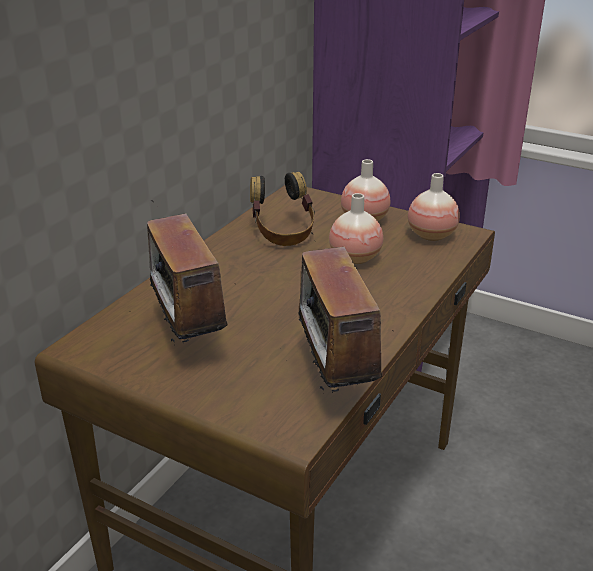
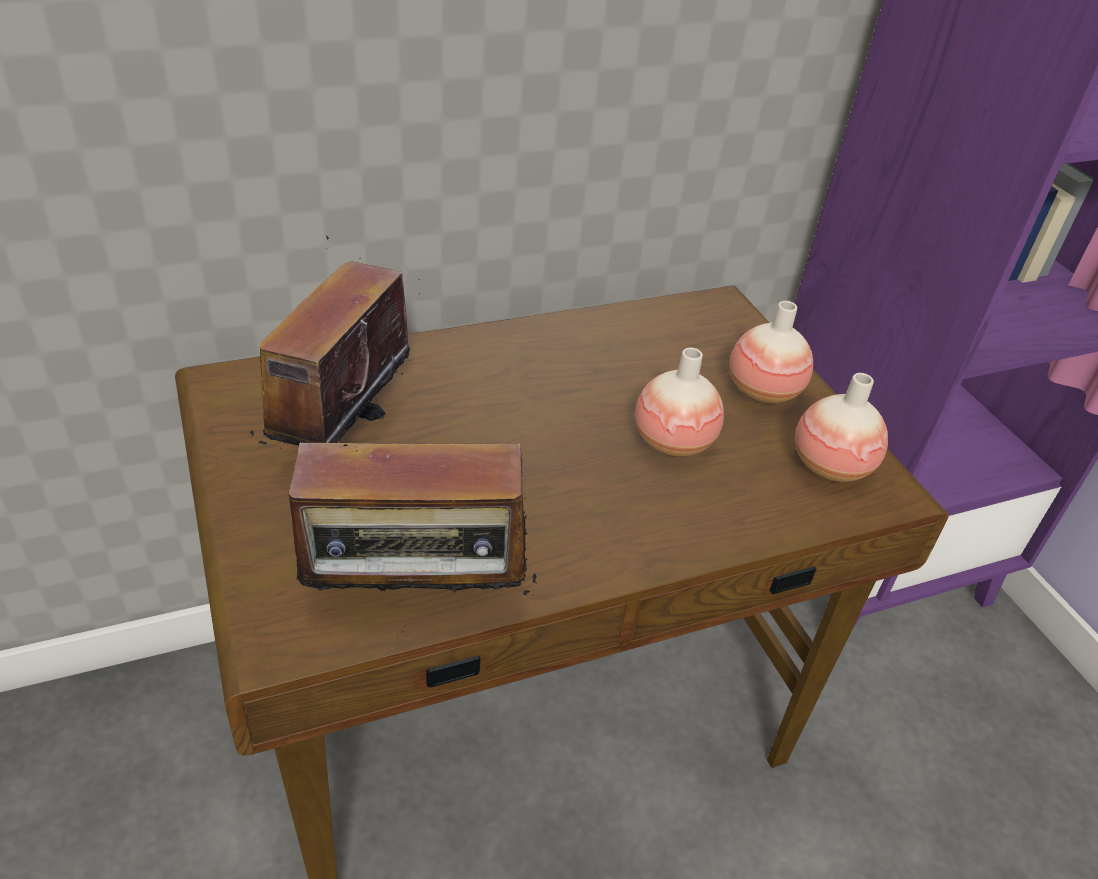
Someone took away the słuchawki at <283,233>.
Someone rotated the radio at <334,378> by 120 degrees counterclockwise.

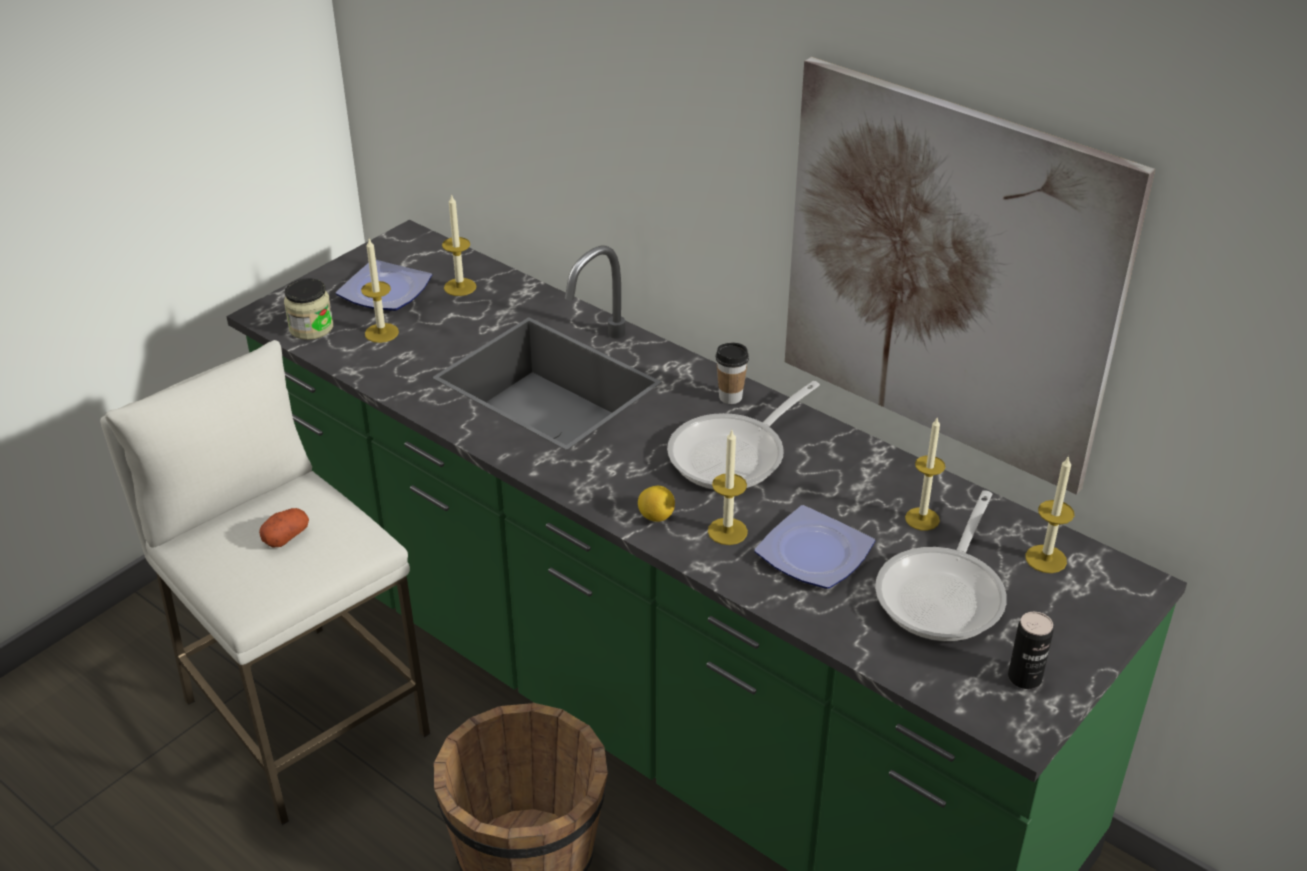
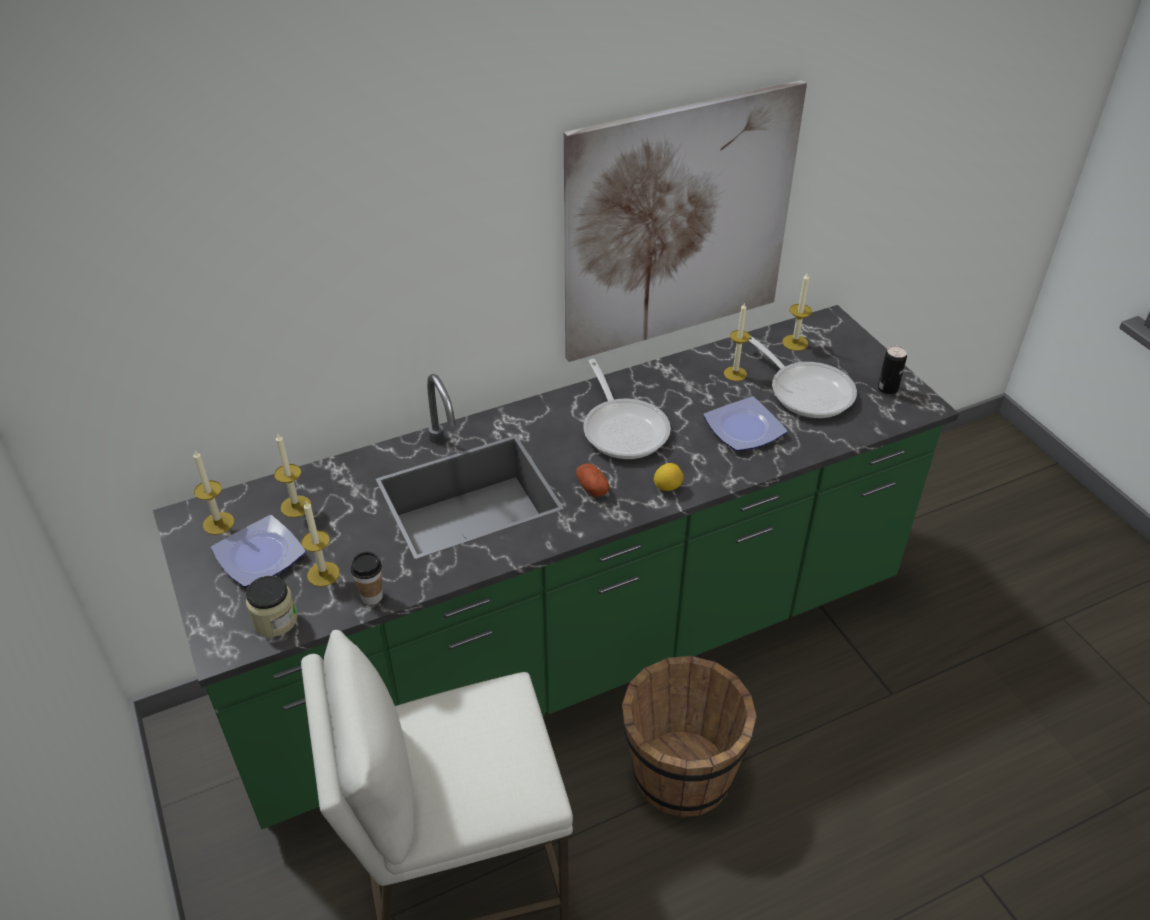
Someone carried the filiżanka from <730,397> to <372,596>.
Someone carried the świeca from <727,531> to <218,523>.
Someone carried the ziemniak from <286,537> to <592,487>.

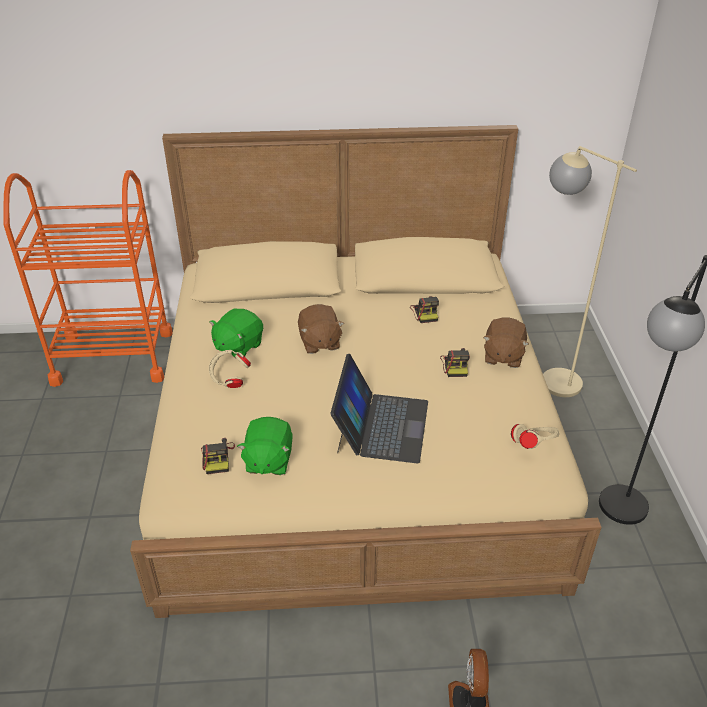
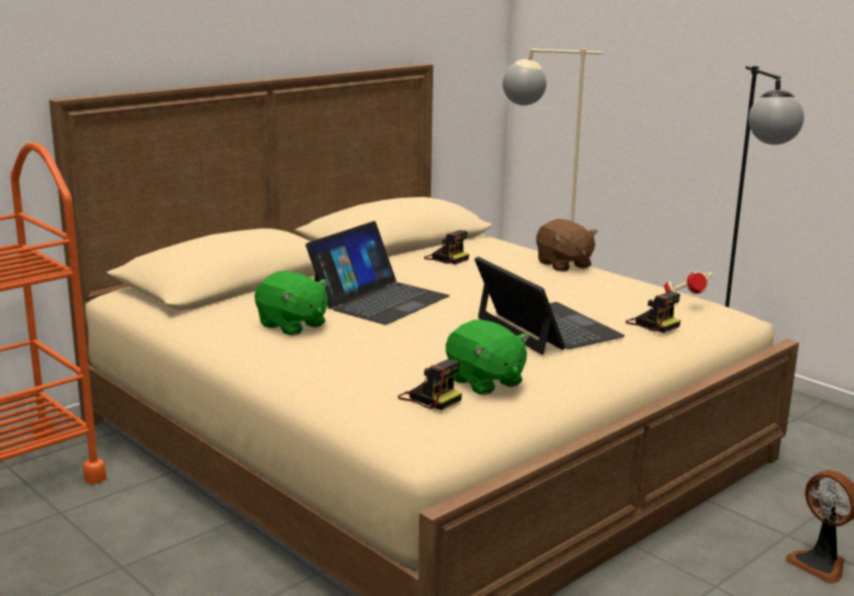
Someone swapped the pluszak [brązowy] at <319,342> for the laptop at <379,299>.
Someone rotated the pluszak [zielony] at <238,346> by 45 degrees counterclockwise.
Someone carried the aparat fotograficzny from <455,365> to <652,323>.
Someone took away the słuchawki [beżowy] at <229,379>.

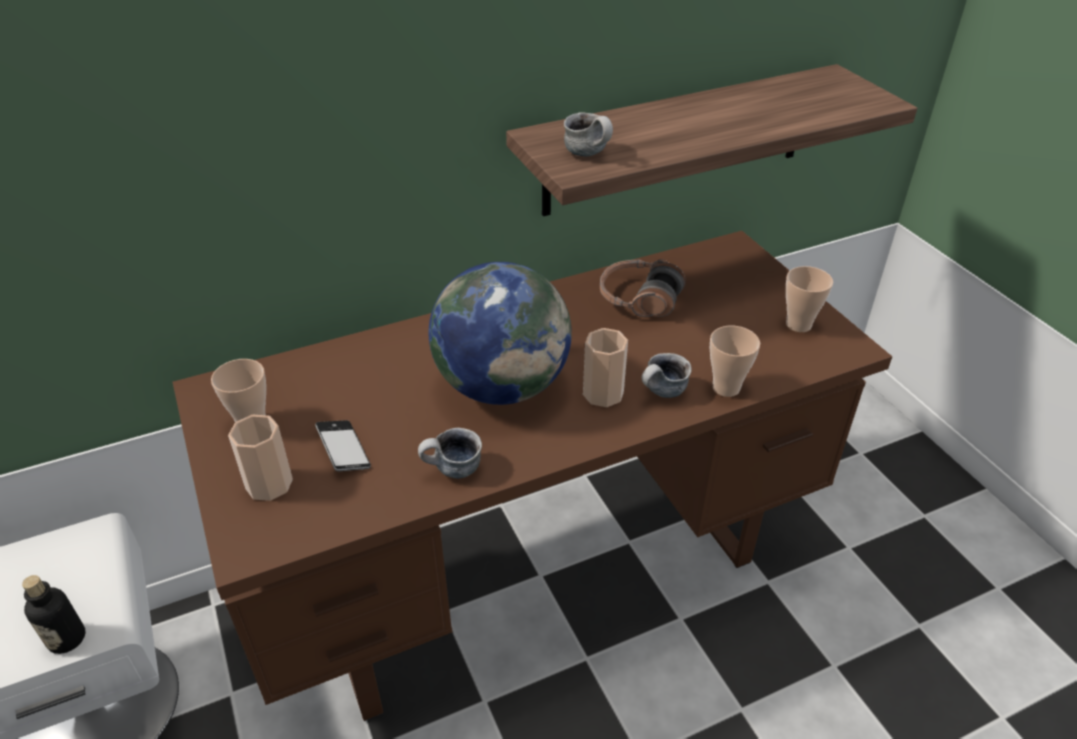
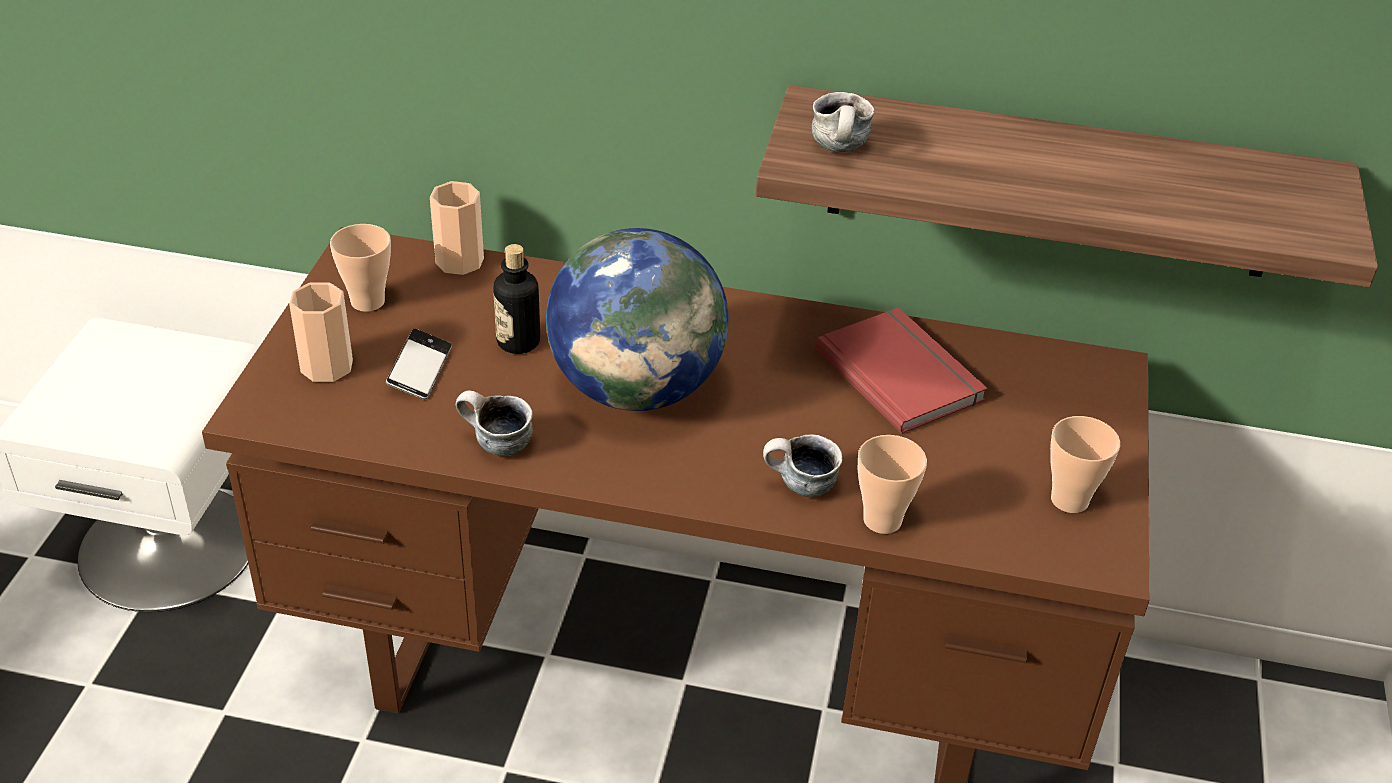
Someone swapped the słuchawki at <639,299> for the książka [czerwony] at <902,372>.
Someone carried the filiżanka from <603,393> to <459,261>.
Someone carried the butelka from <67,638> to <518,341>.

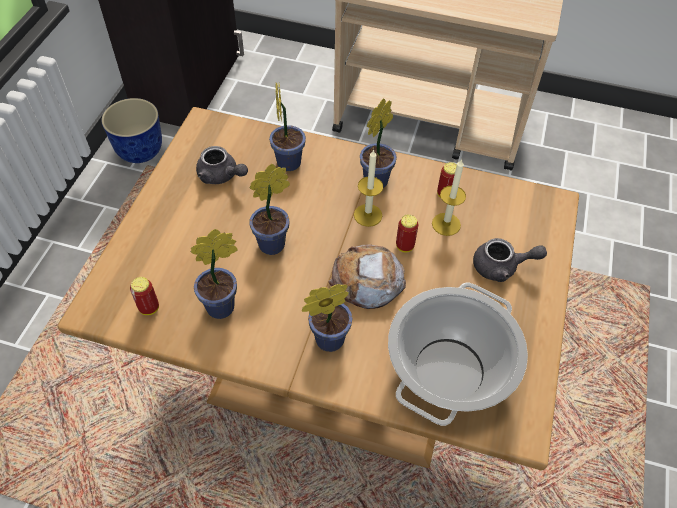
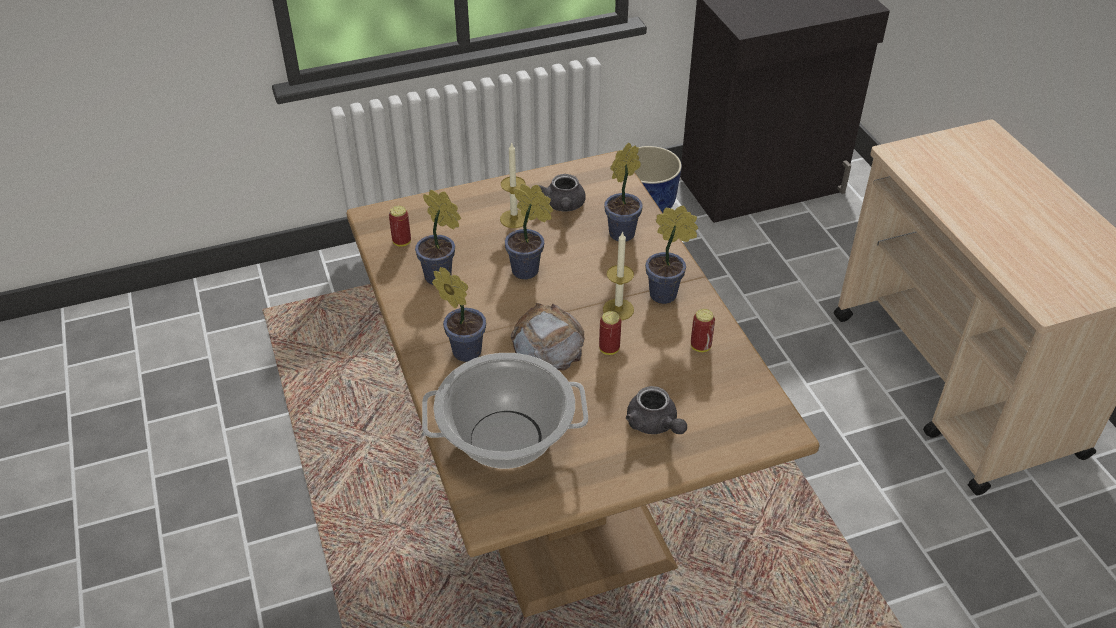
Someone carried the świeca from <446,224> to <514,219>.

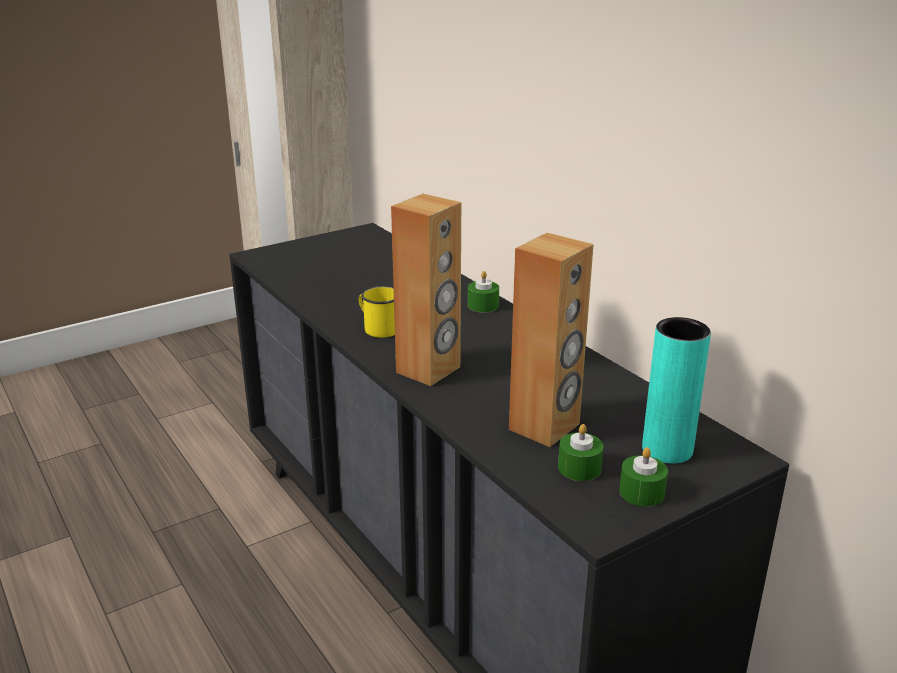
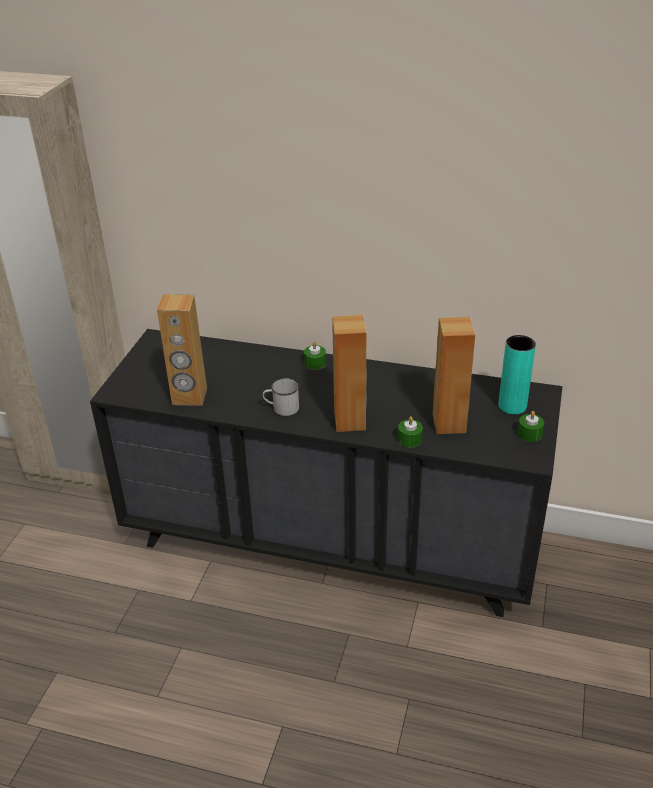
Someone repainted the kubek [żółty] at <378,328>, which became the kubek [biały] at <281,408>.
Someone carried the świeca [zielony] from <579,468> to <409,439>.
Someone put down the głośnik [brązowy] at <189,397>.

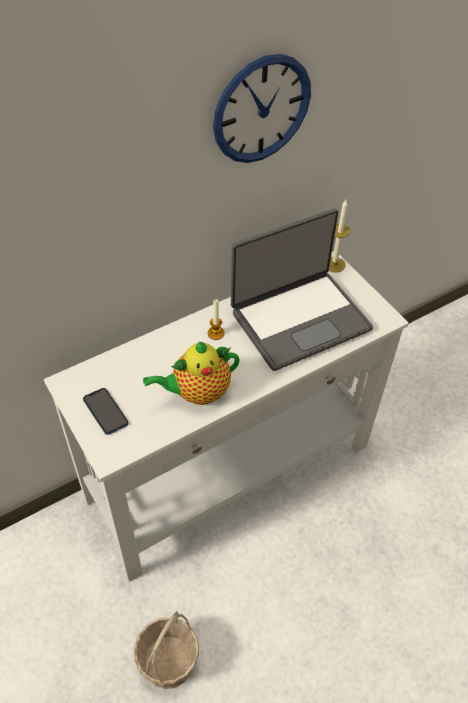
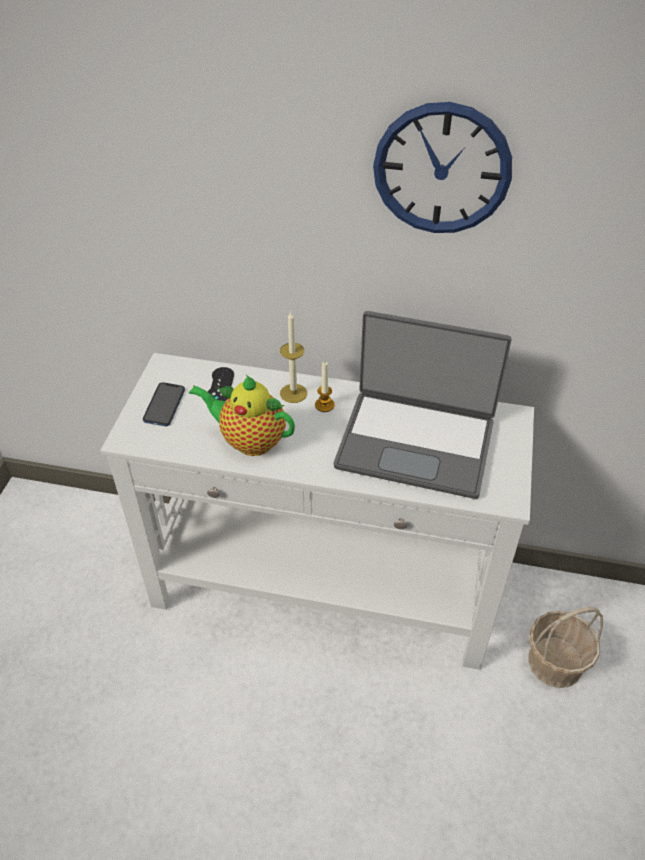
Someone carried the świeca from <334,264> to <293,393>.
Someone carried the koszyk from <168,662> to <554,662>.
Someone put down the pad do gier [czarny] at <220,385>.

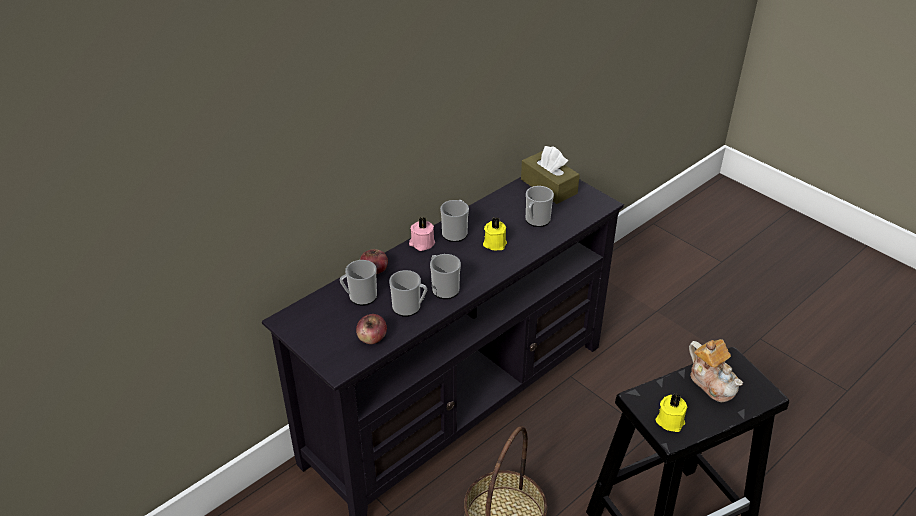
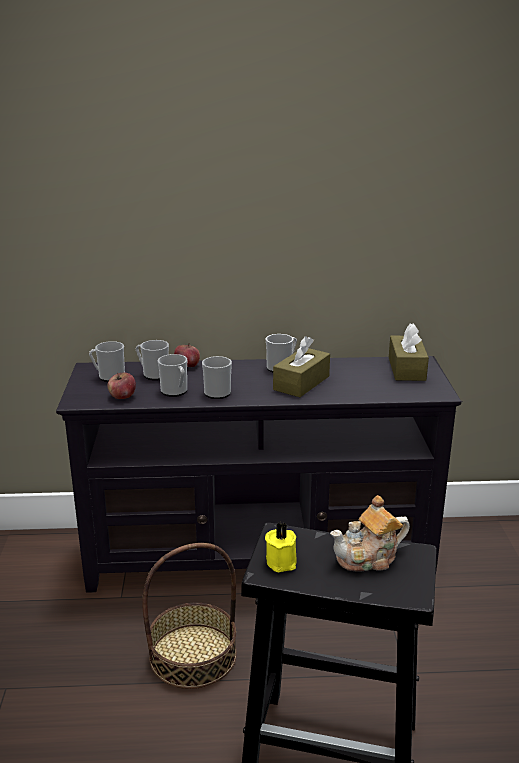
Someone carried the kubek from <536,221> to <109,377>.
Someone took away the świeca [różowy] at <421,243>.
Someone swapped the świeca [żółty] at <494,243> for the pudełko chusteczek [brązowy] at <301,383>.
Someone rotated the imbryk at <712,382> by 60 degrees clockwise.

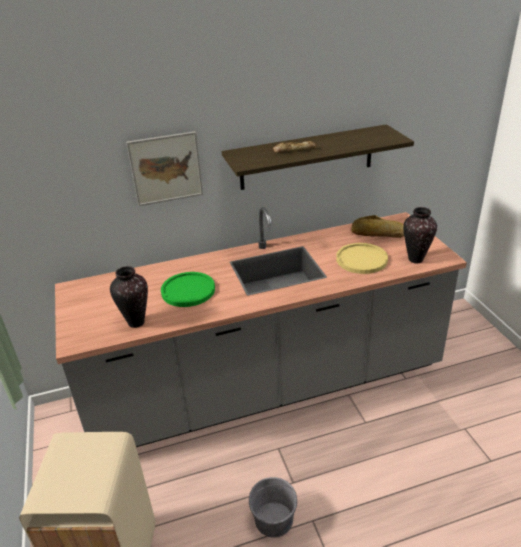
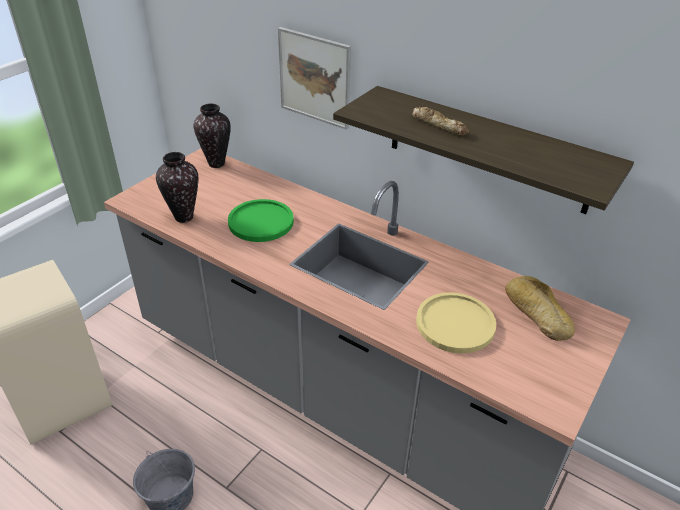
Someone carried the wazon from <416,259> to <217,164>.

